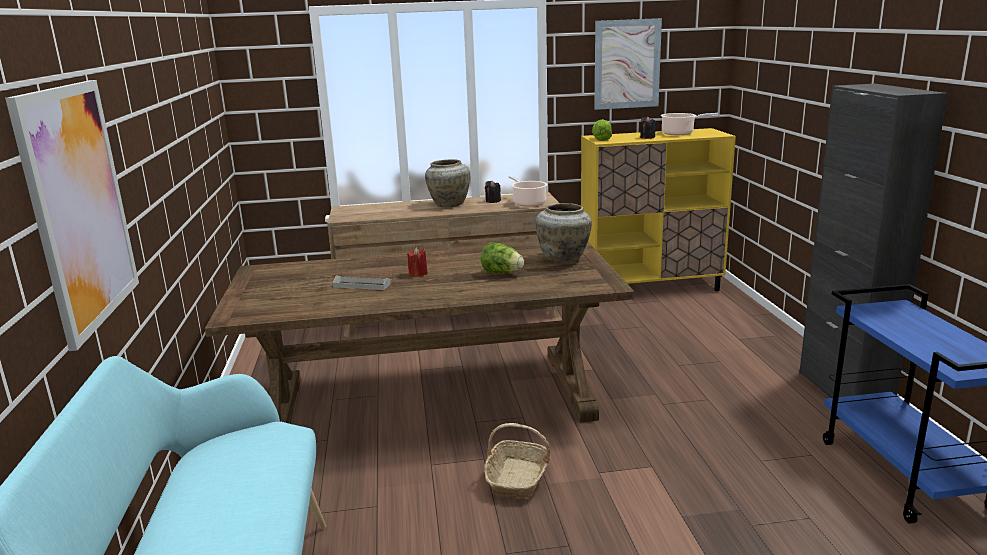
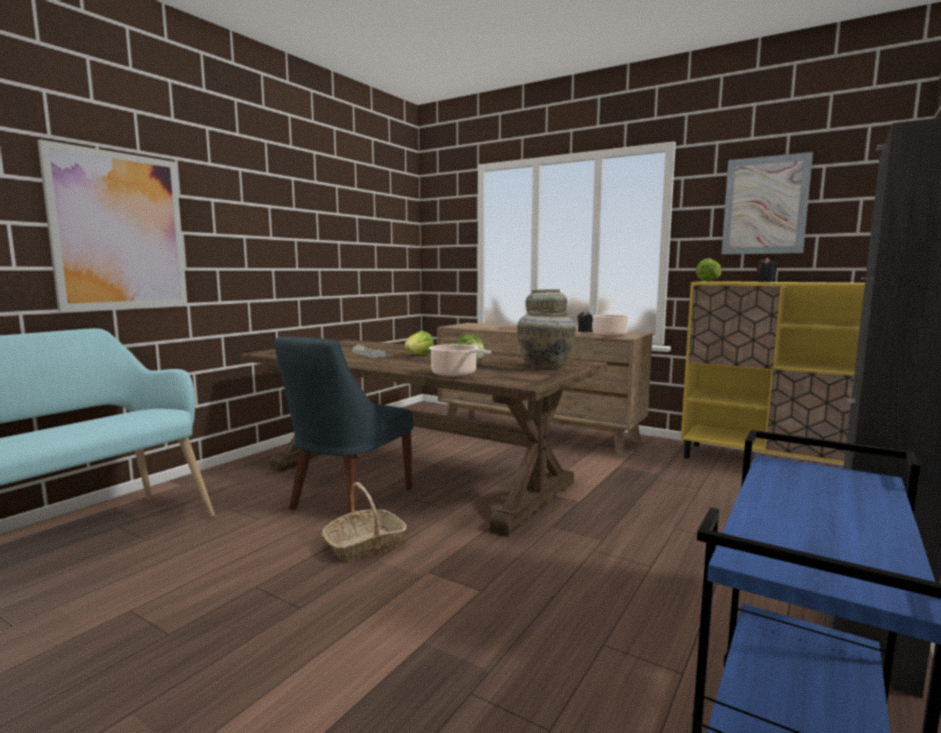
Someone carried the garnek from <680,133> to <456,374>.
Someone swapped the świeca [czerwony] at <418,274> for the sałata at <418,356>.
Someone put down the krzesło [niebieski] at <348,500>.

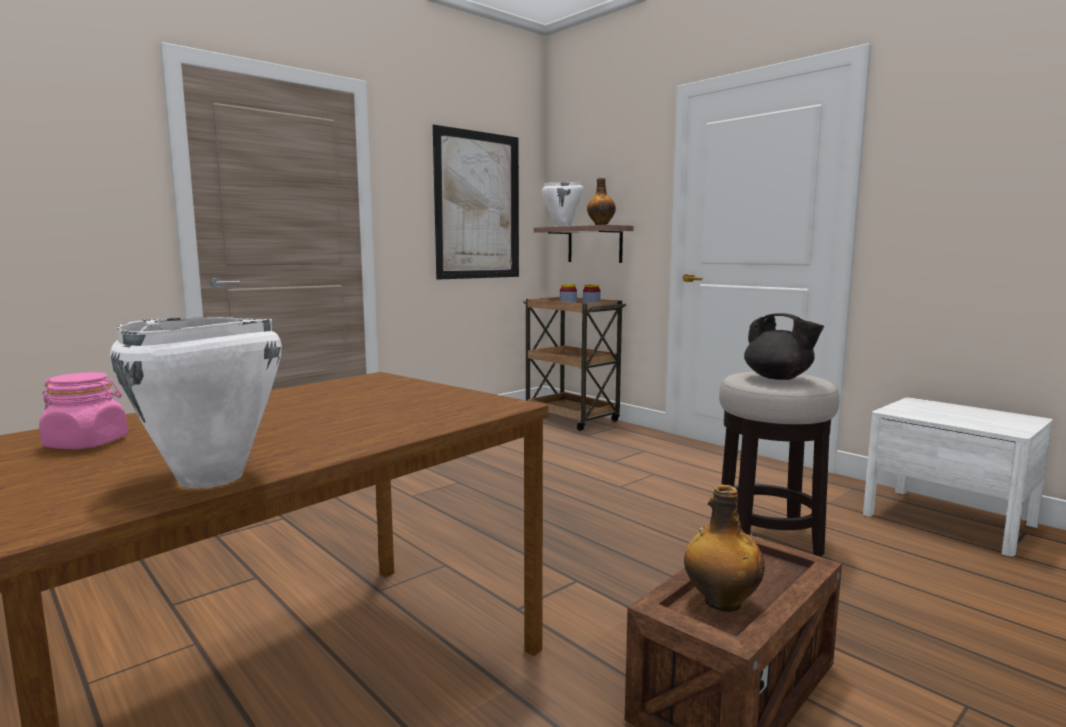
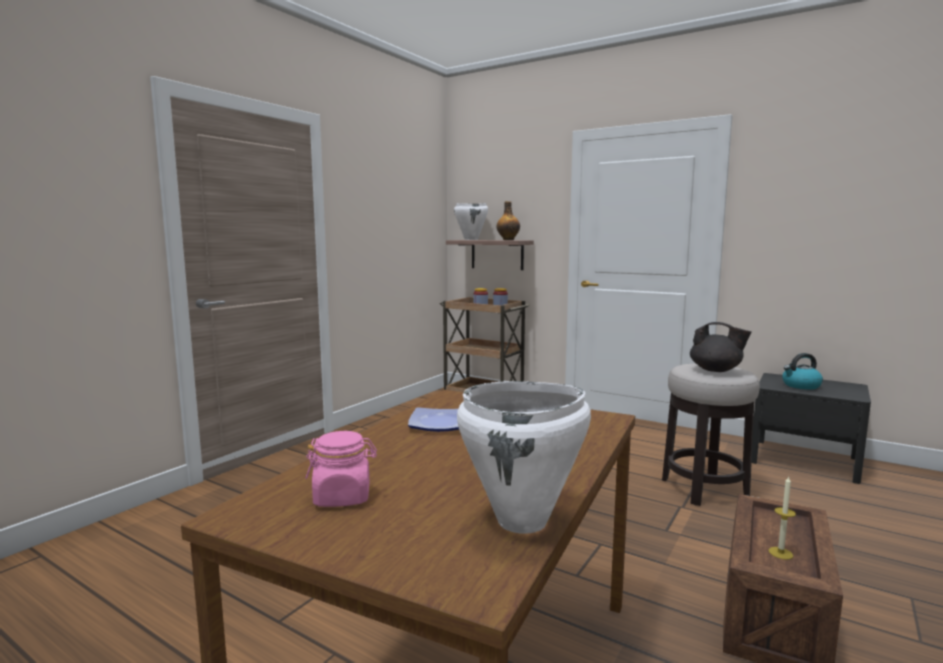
Someone took away the obraz at <478,206>.
Someone repainted the szafka nocna [biały] at <948,519>, which became the szafka nocna [czarny] at <804,460>.
Someone swapped the butelka at <721,602> for the świeca at <780,553>.
Someone put down the czajnik at <800,386>.
Someone put down the talerz at <439,423>.

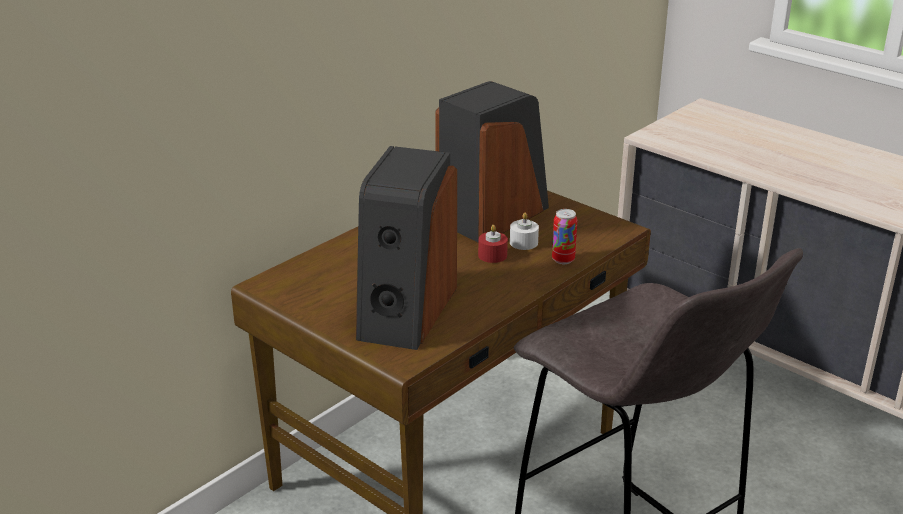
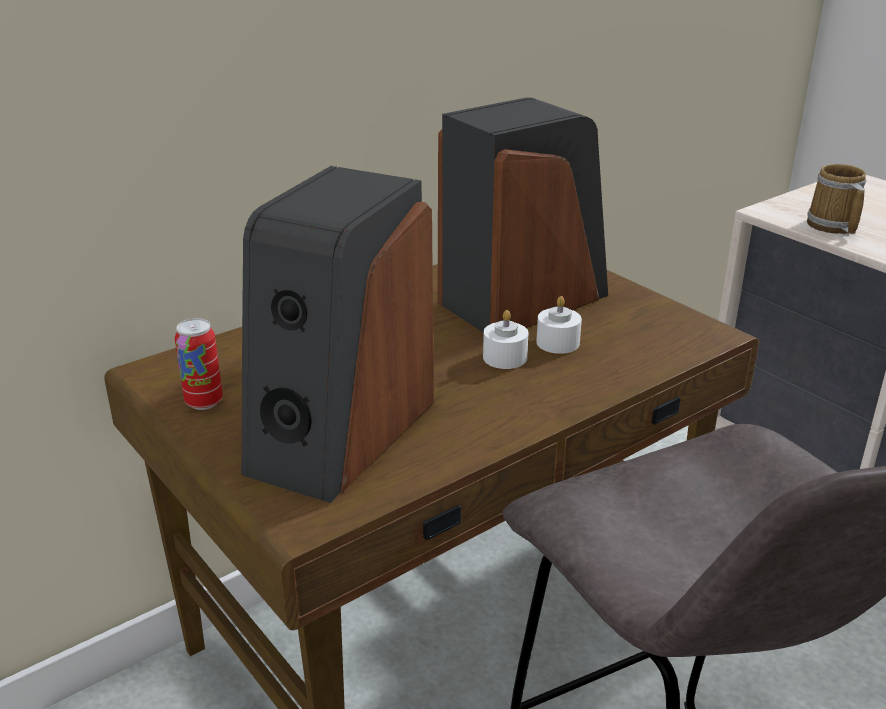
Someone carried the puszka from <563,260> to <204,402>.
Someone repainted the świeca [czerwony] at <492,255>, which became the świeca [biały] at <505,357>.
Someone put down the kubek at <832,226>.

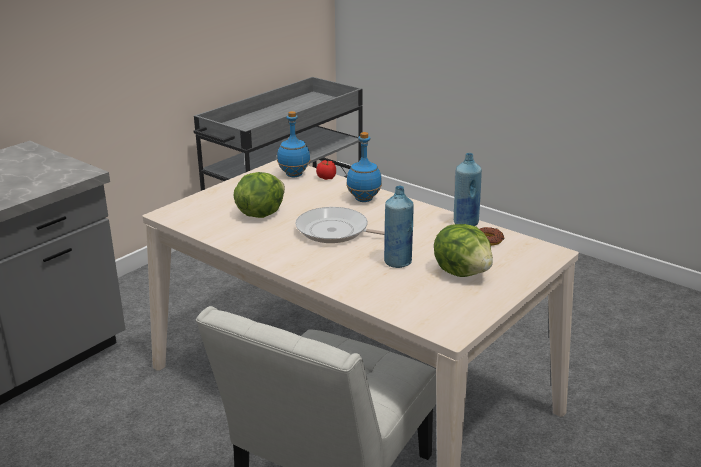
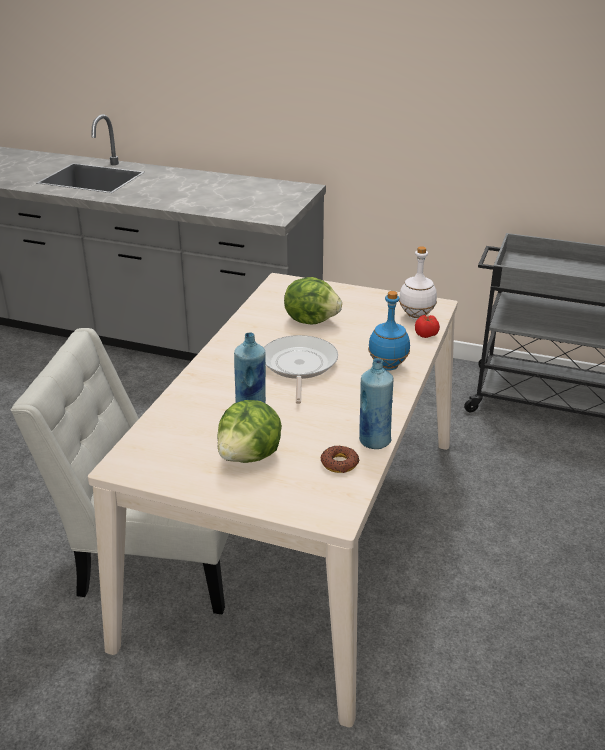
Someone repainted the butelka [niebieski] at <294,175>, which became the butelka [biały] at <416,317>.

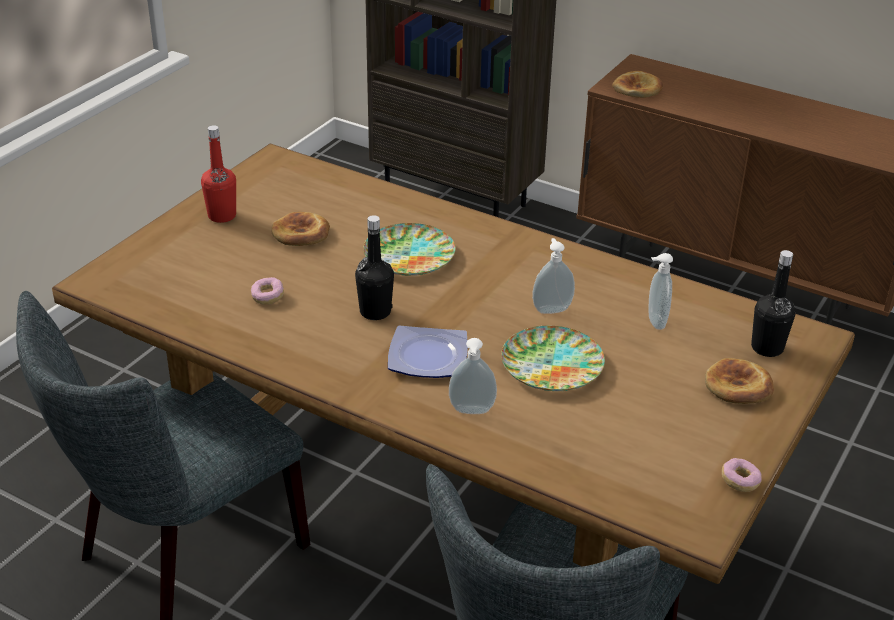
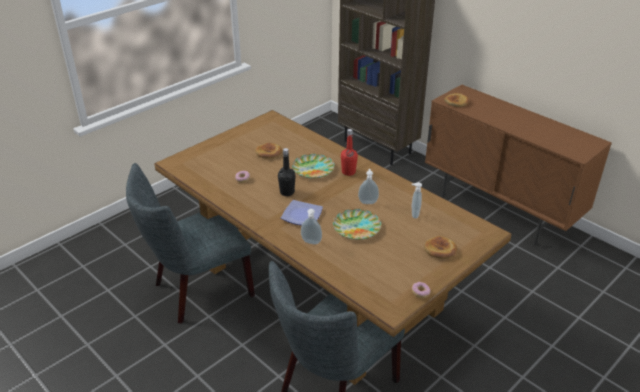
Someone carried the butelka [czerwony] from <222,216> to <348,172>.
Someone took away the butelka [czarny] at <767,348>.

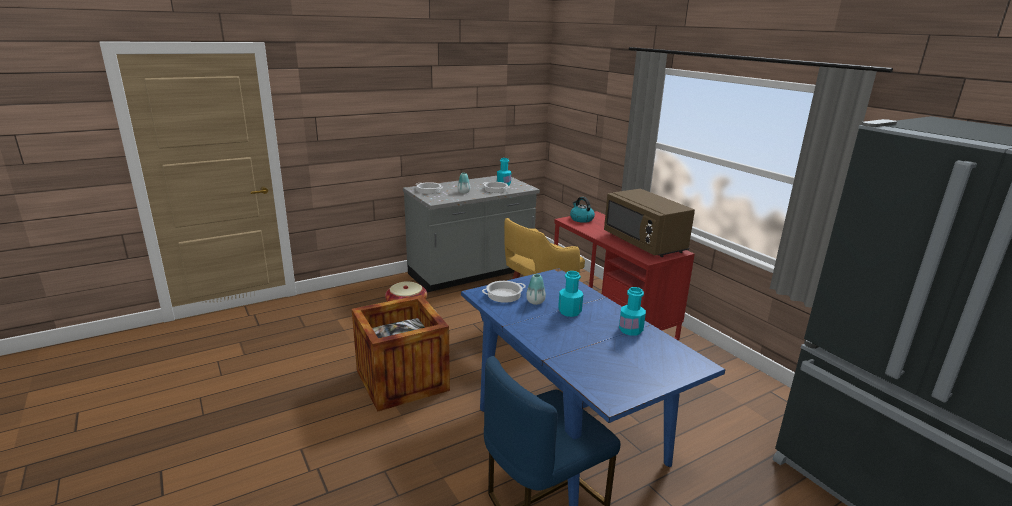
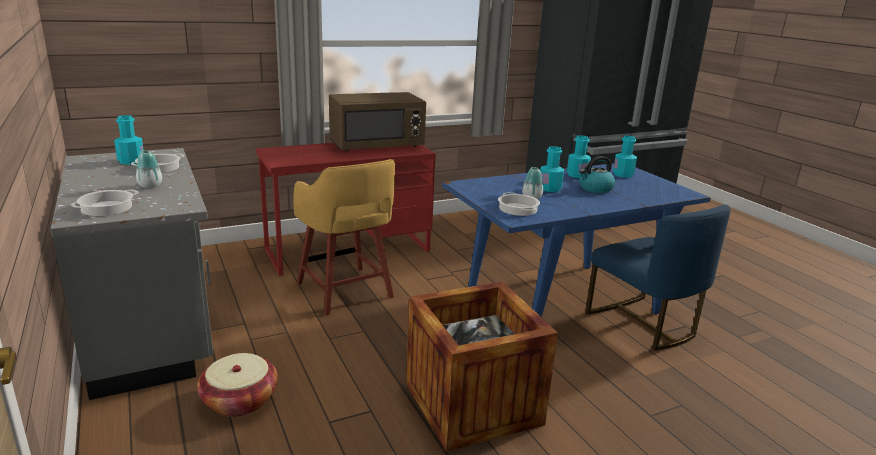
Someone carried the czajnik from <581,219> to <595,188>.
Someone put down the butelka [turkusowy] at <623,174>.

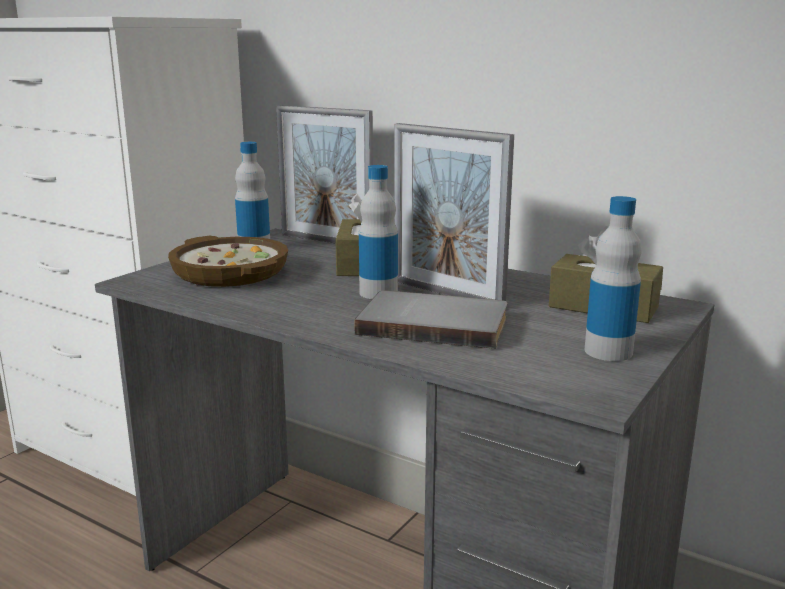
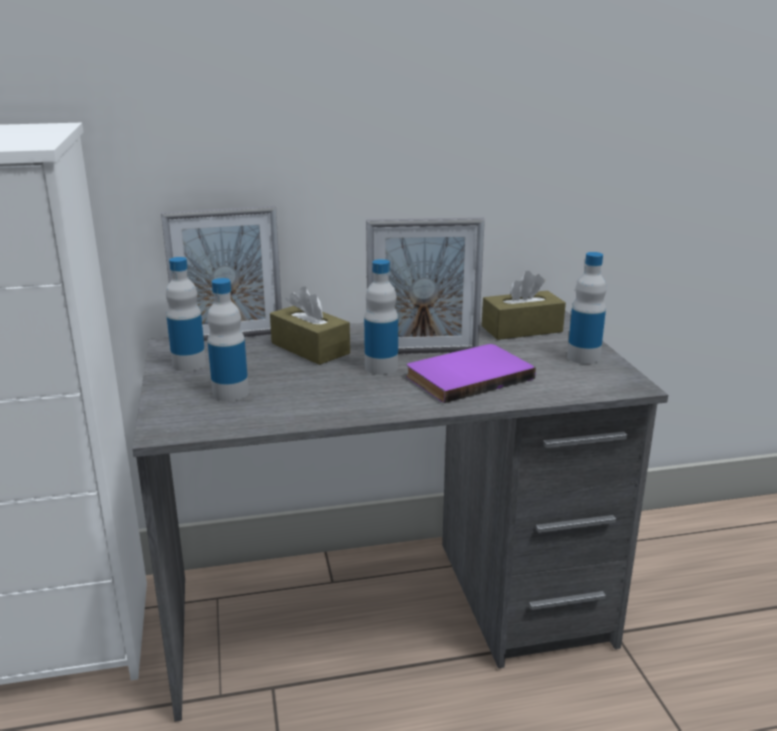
Someone swapped the miska at <229,273> for the butelka at <230,393>.
Someone repainted the książka [szary] at <434,323>, which became the książka [fioletowy] at <467,376>.

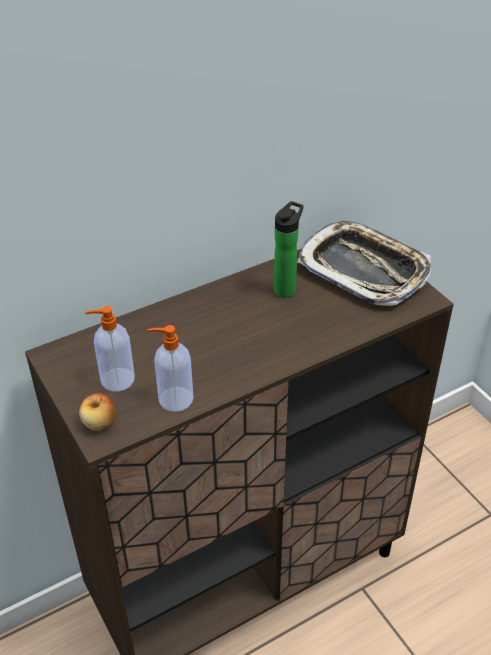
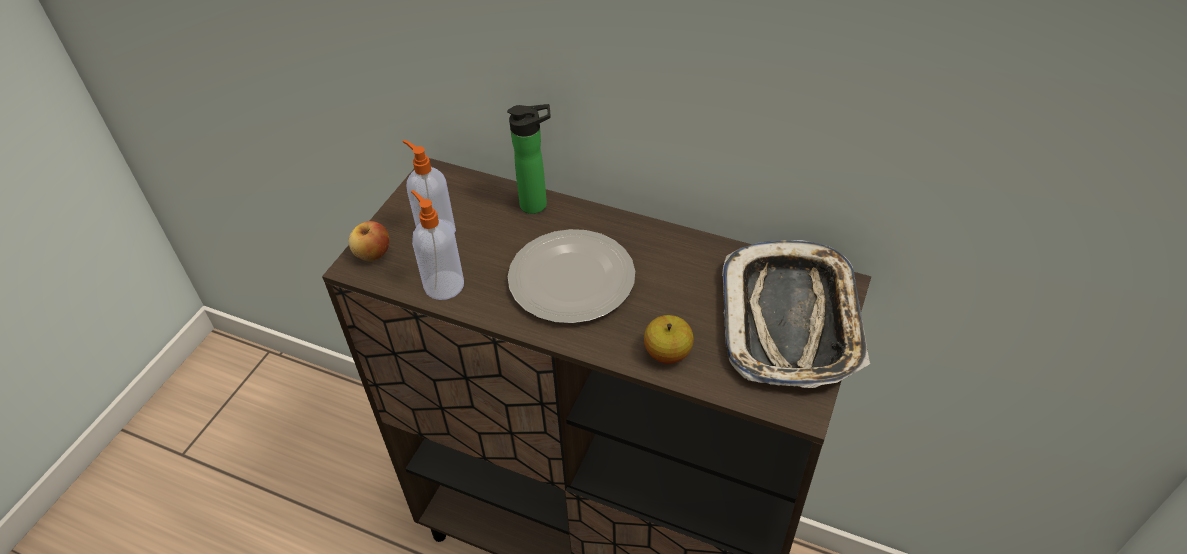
Someone carried the butelka from <286,288> to <538,204>.
Someone put down the talerz at <570,280>.
Someone put down the jabłko at <667,353>.

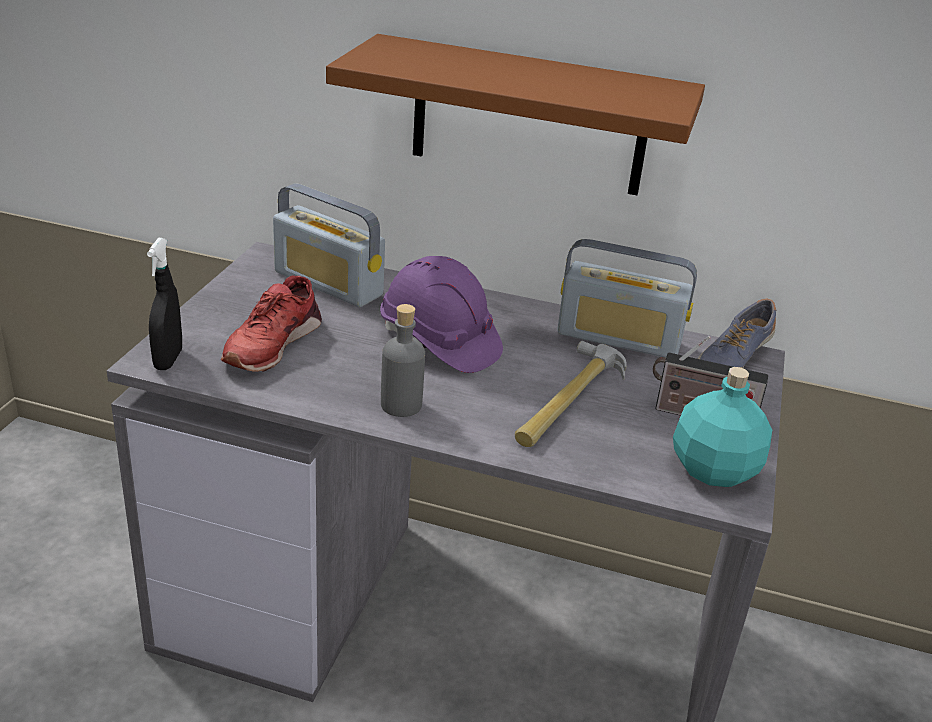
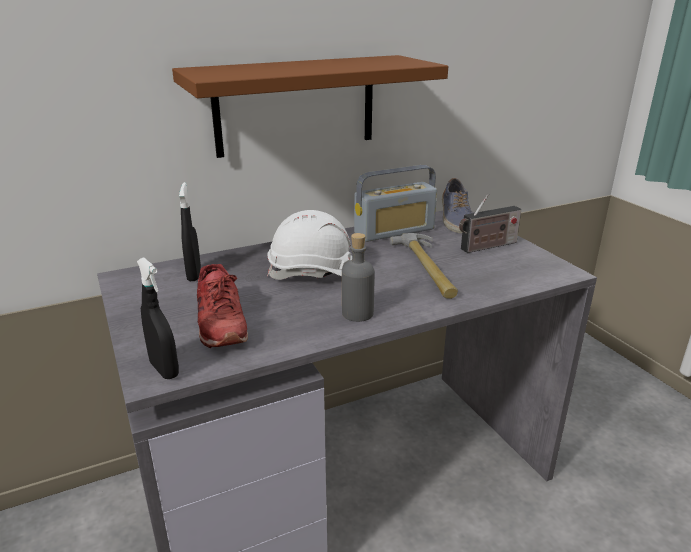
Someone swapped the radio at <328,283> for the spryskiwacz [czarny] at <194,274>.
Someone repainted the kask [fioletowy] at <439,342>, which became the kask [biały] at <316,273>.
Someone took away the butelka [turkusowy] at <714,471>.

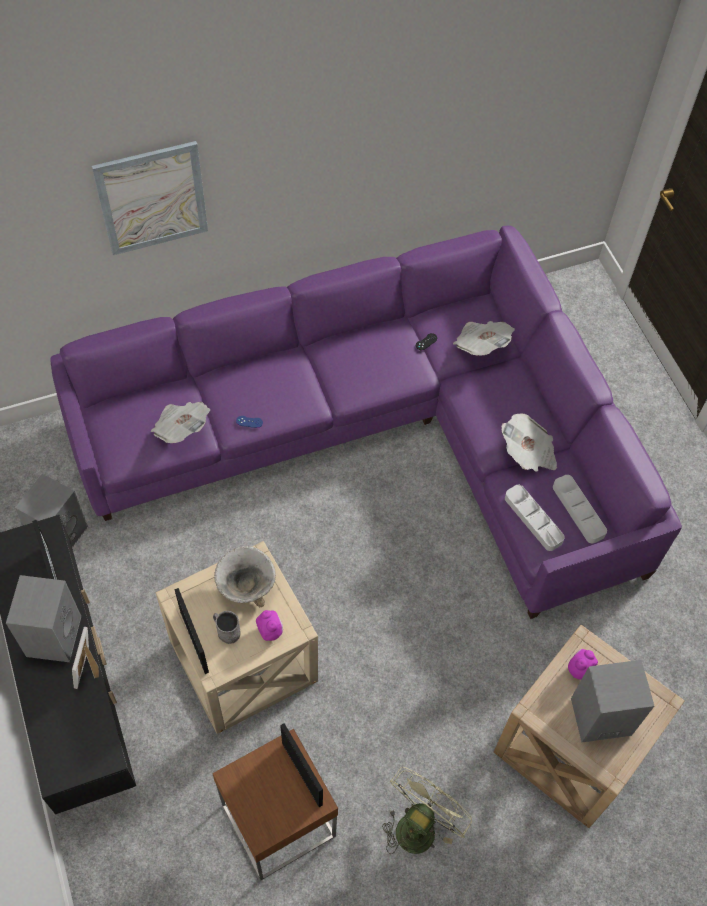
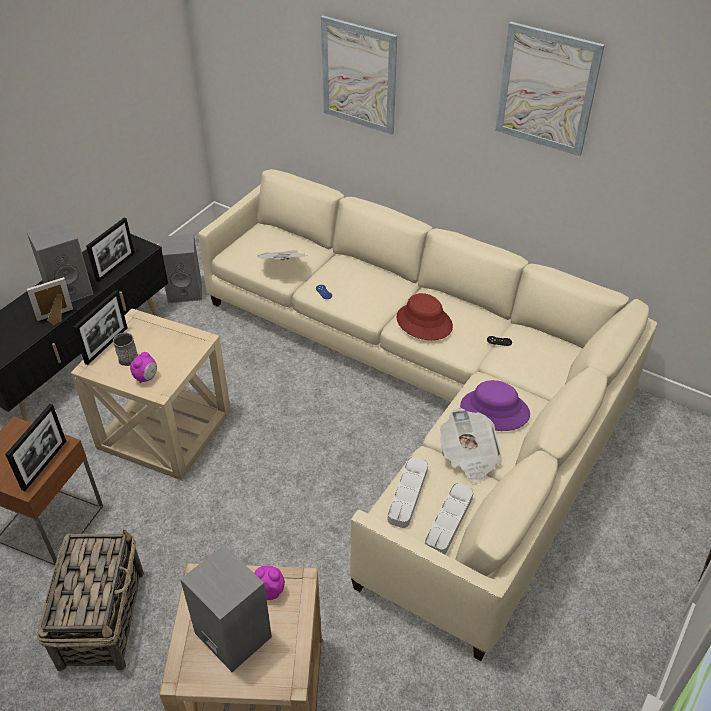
Someone repainted the kanapa [fioletowy] at <384,433>, which became the kanapa [beżowy] at <427,398>.
Someone took away the gazeta at <481,345>.
Someone took away the miska at <247,586>.
Someone swapped the wentylator [zielony] at <419,824> for the koszyk at <102,617>.
Someone put up the obraz at <547,89>.
Someone put down the kapelusz [czerwony] at <424,322>.
Someone put down the kapelusz [fioletowy] at <494,411>.

